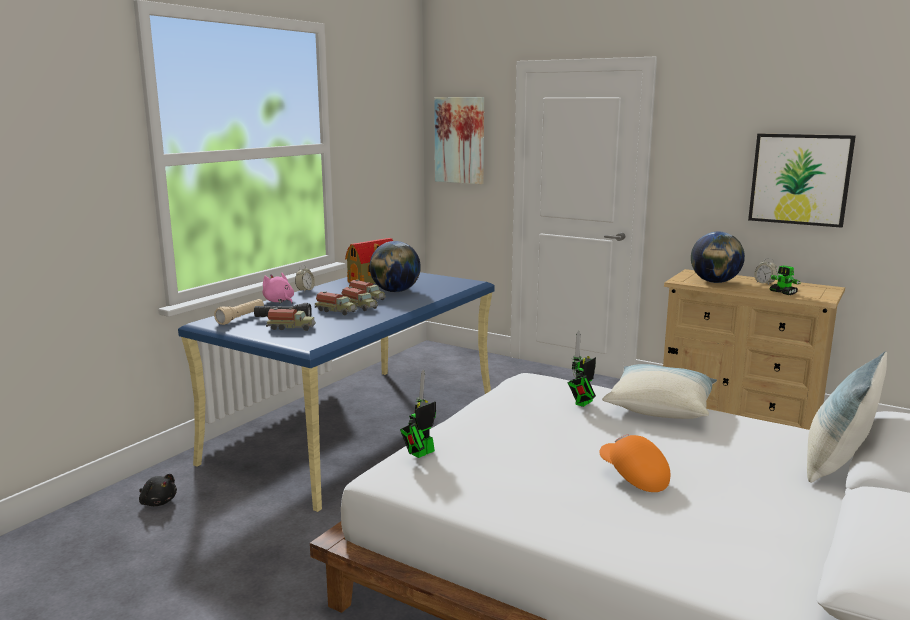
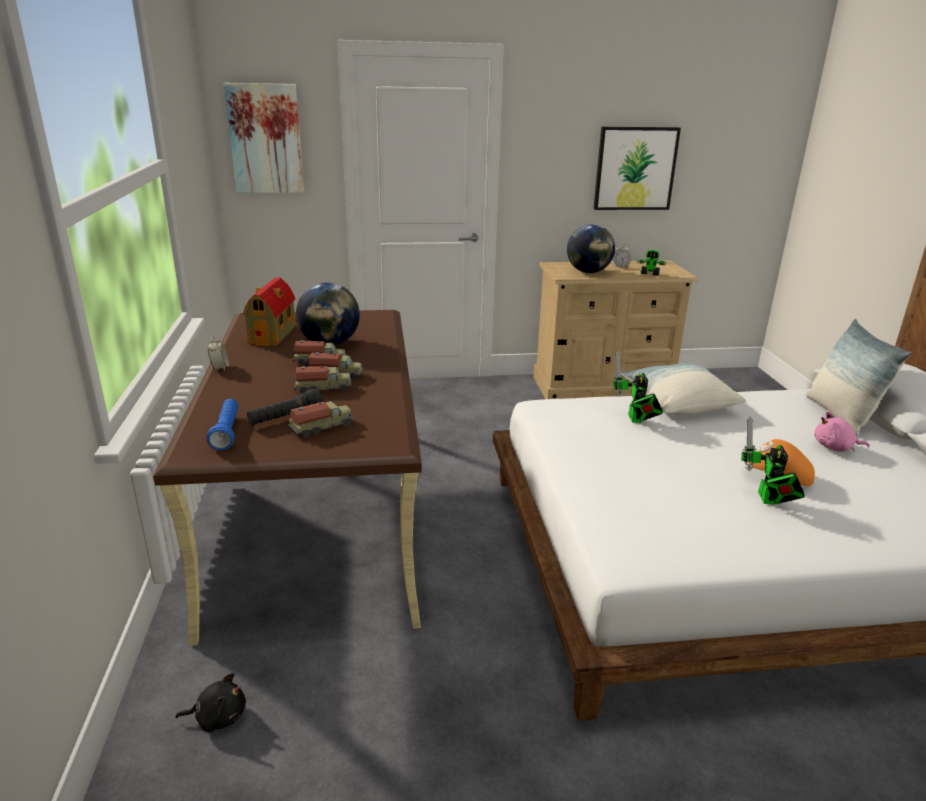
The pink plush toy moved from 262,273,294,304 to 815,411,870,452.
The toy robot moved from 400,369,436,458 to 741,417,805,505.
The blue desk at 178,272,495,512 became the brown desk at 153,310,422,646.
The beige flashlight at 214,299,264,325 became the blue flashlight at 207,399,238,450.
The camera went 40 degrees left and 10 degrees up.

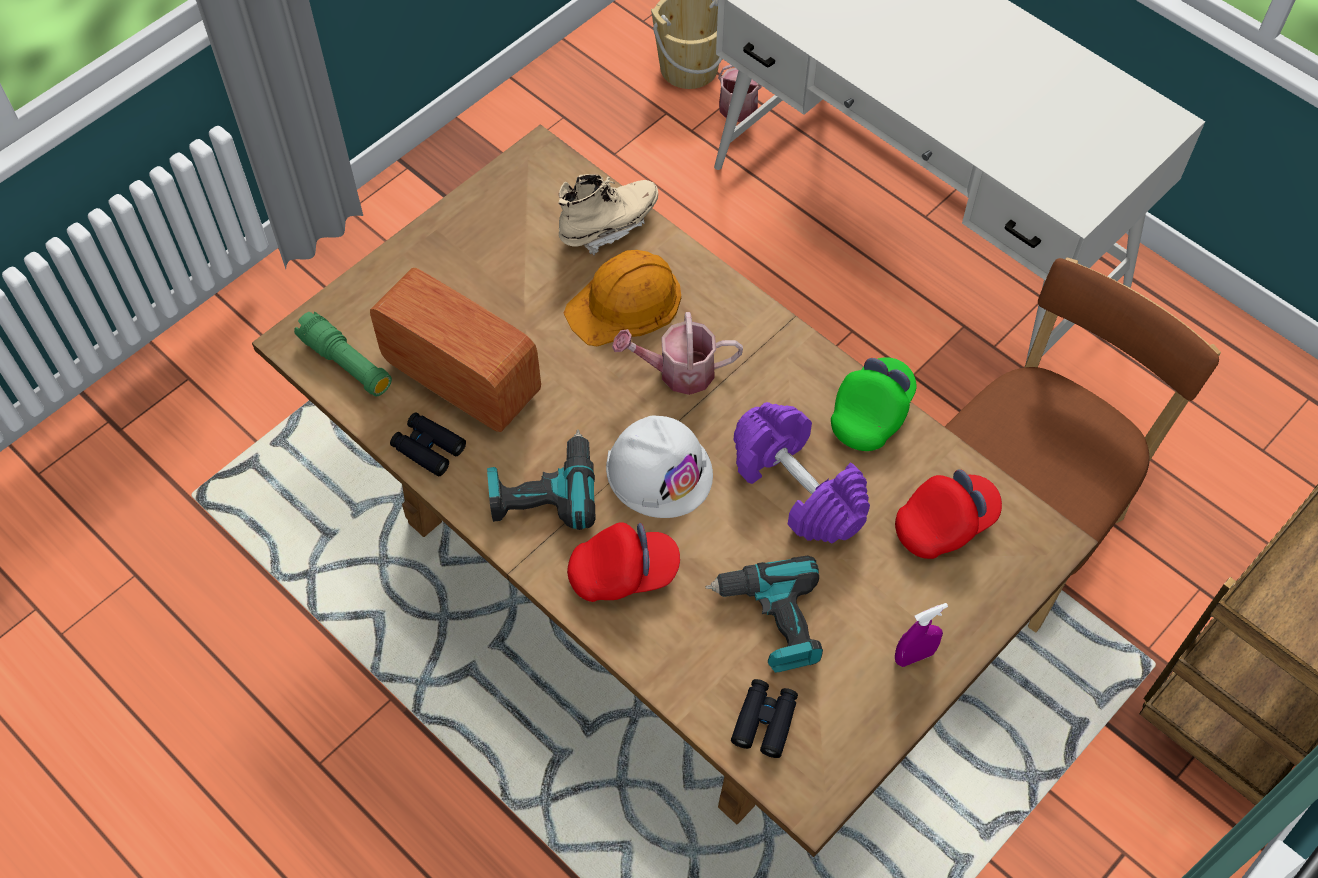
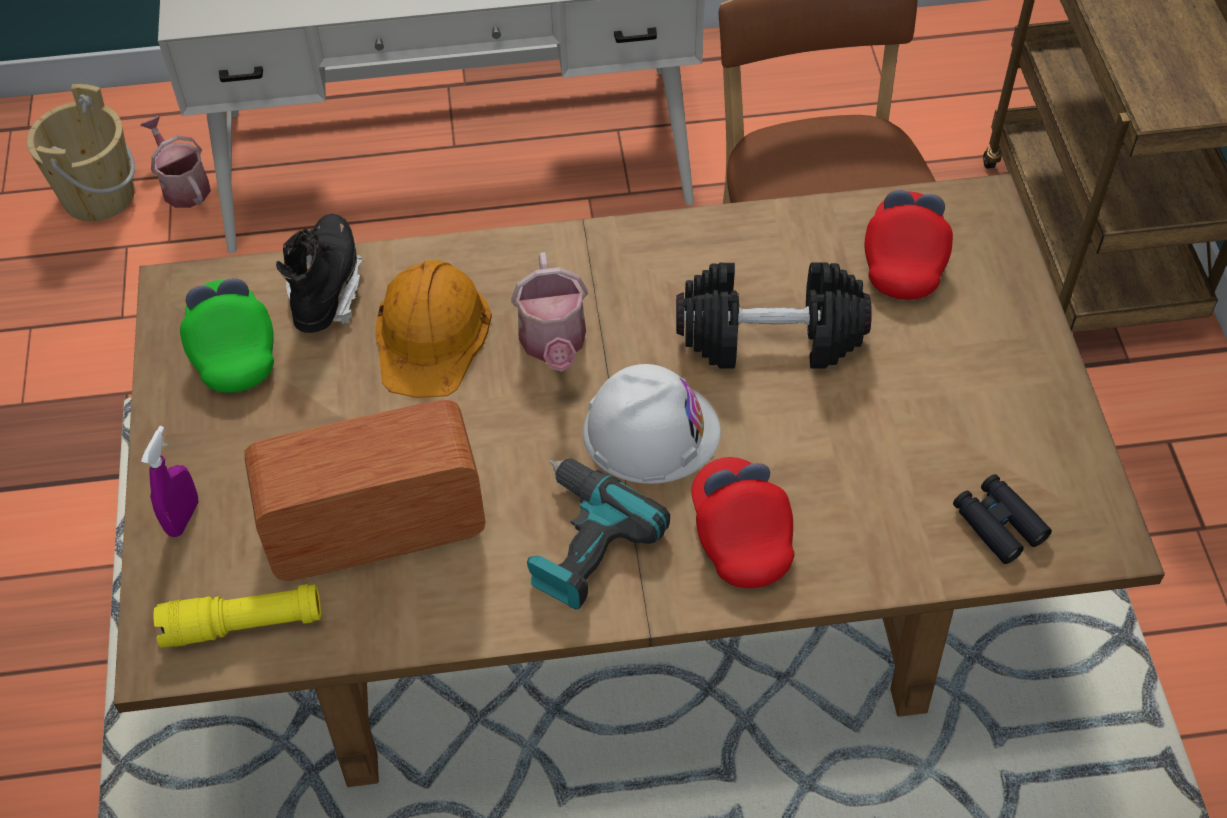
The black binoculars at 390,412,466,476 disappeared.
The power drill at 705,556,823,673 disappeared.
The green cap moved from 831,357,916,451 to 180,278,274,393.
The purple spray bottle moved from 895,603,948,667 to 141,426,198,537.
The green flashlight at 294,312,392,396 became the yellow flashlight at 153,584,321,648.
The beige boot at 558,174,658,255 became the black boot at 276,214,363,333.
The purple dumbbell at 734,402,870,544 became the black dumbbell at 676,262,872,369.
The red cap at 567,522,680,602 turned 45 degrees counterclockwise.
The watering can at 612,312,743,395 turned 45 degrees counterclockwise.
The camera went 50 degrees left and 5 degrees down.

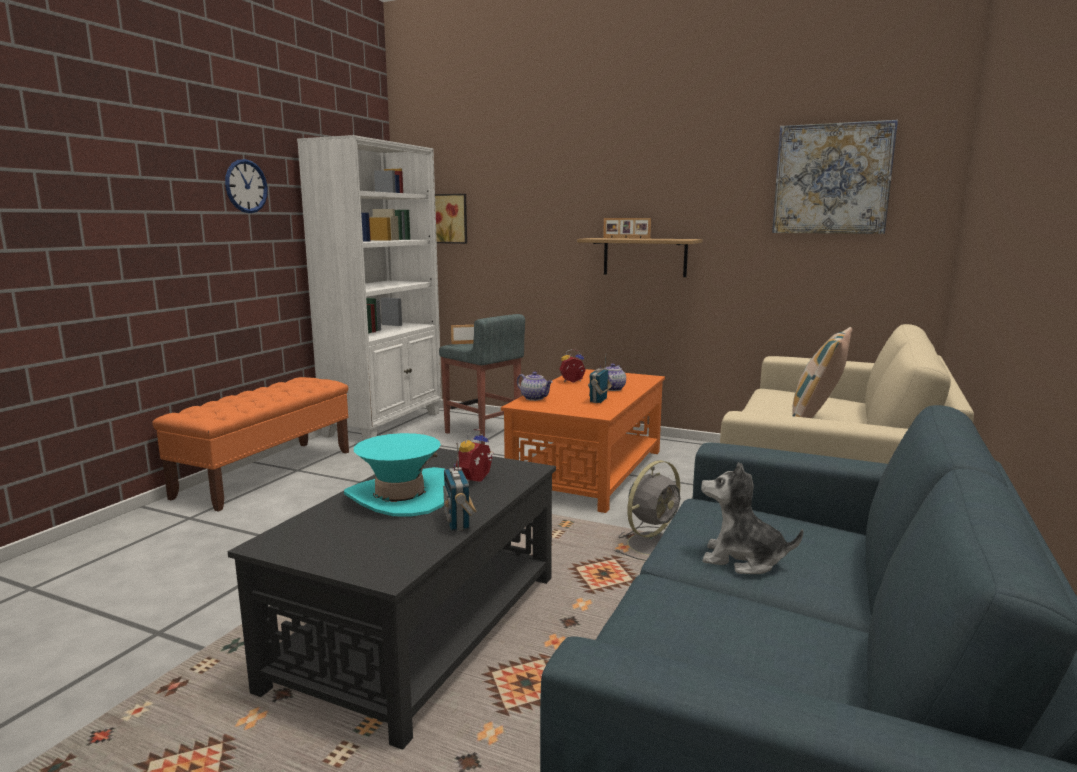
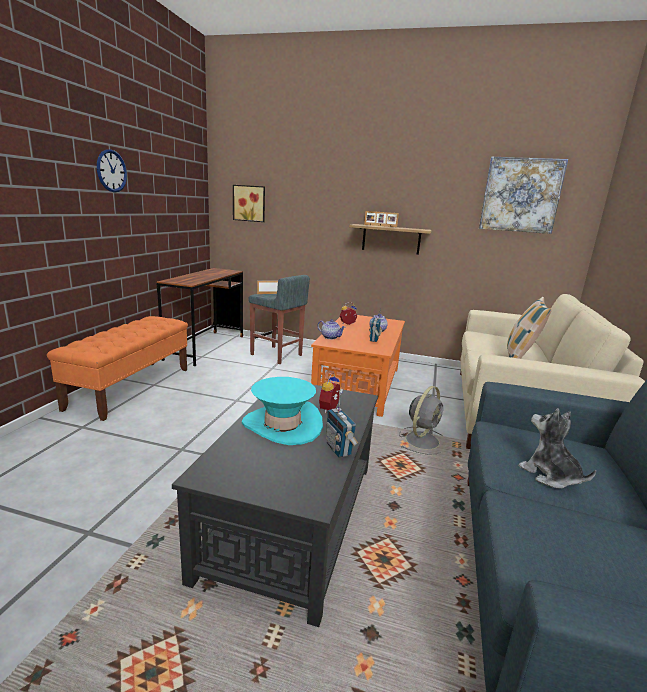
The white bookcase at 297,135,442,440 was replaced by the brown desk at 157,268,243,366.
The plush toy at 701,462,803,574 turned 45 degrees clockwise.
The camera went 10 degrees left and 5 degrees up.

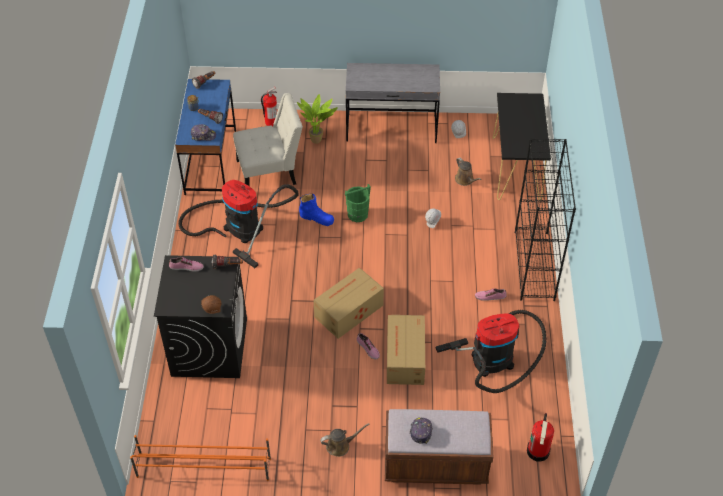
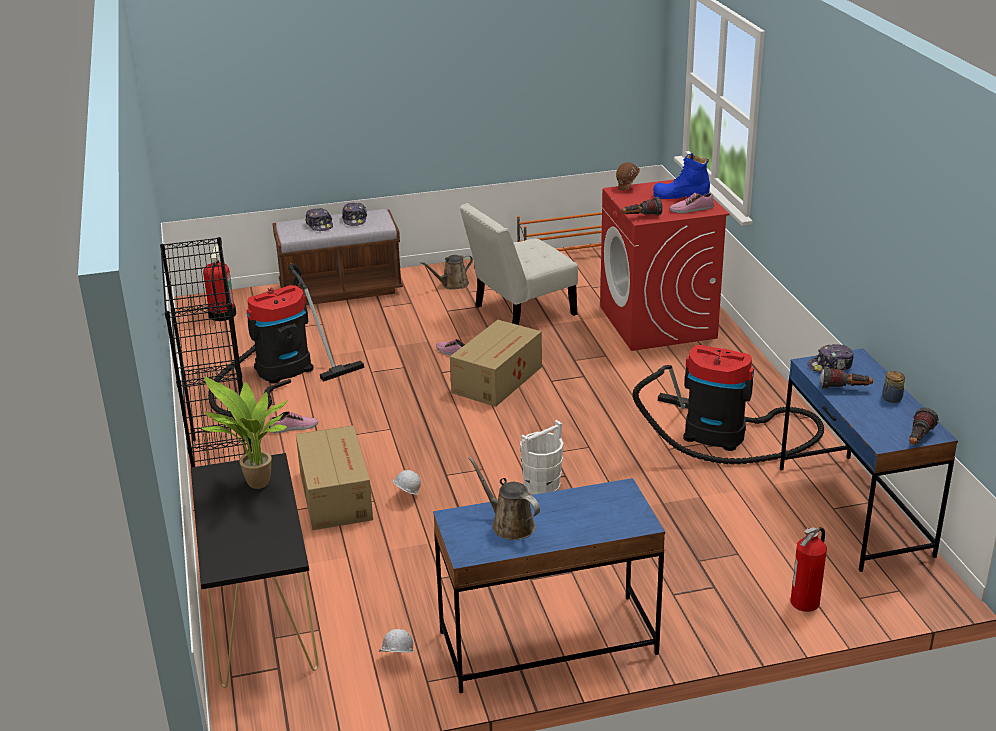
The cap at 305,208,333,231 appeared.
The white chair moved from 233,93,303,186 to 460,203,578,325.
The potted plant moved from 297,94,338,144 to 200,376,289,489.
The blue boot moved from 299,194,334,226 to 653,153,710,199.
The cardboard box moved from 387,315,425,385 to 296,425,373,530.
The brown watering can moved from 455,157,481,186 to 468,457,540,540.
The black washing machine at 154,255,247,378 became the red washing machine at 600,180,729,351.
The green bucket at 345,184,371,222 became the white bucket at 520,420,564,495.
The grey desk at 346,63,440,143 became the blue desk at 433,478,665,693.
The camera went 165 degrees right and 20 degrees down.

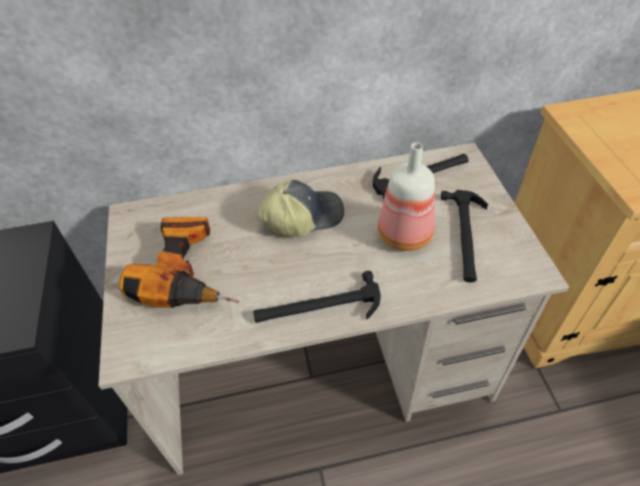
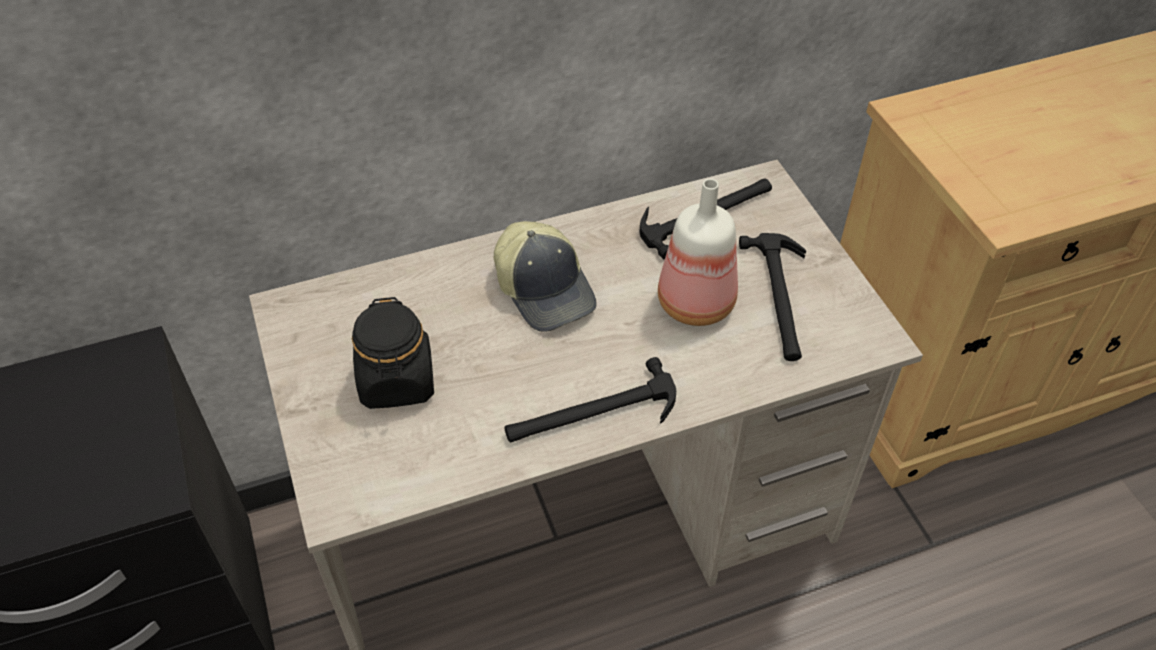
The power drill at 119,217,239,308 was replaced by the black jar at 352,297,434,409.
The cap at 257,179,344,237 turned 90 degrees clockwise.
The camera went 10 degrees left and 0 degrees up.

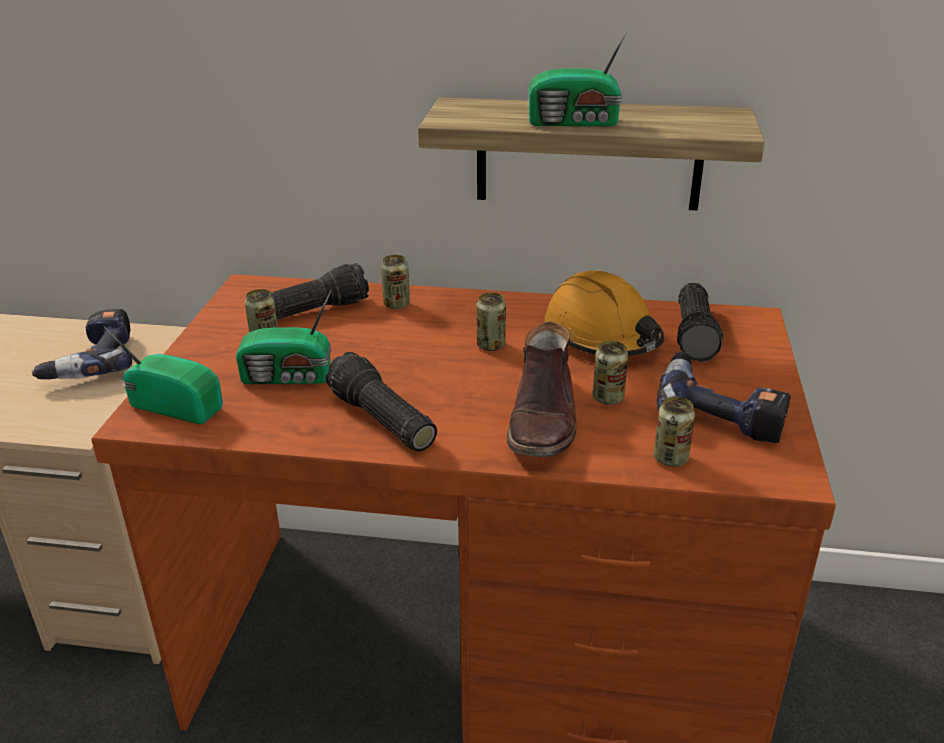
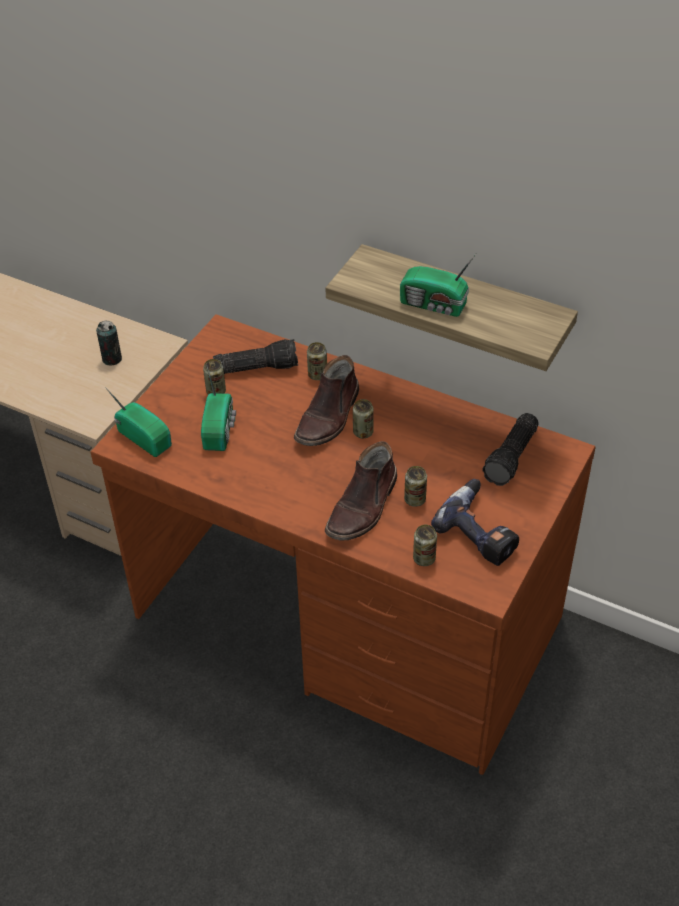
The flashlight at 326,352,437,452 disappeared.
The orange hard hat at 545,270,664,356 disappeared.
The brown boot at 294,355,359,446 appeared.
The power drill at 32,309,132,380 was replaced by the can at 96,320,122,365.
The radio at 236,290,331,384 turned 105 degrees counterclockwise.
The camera went 20 degrees right and 15 degrees up.

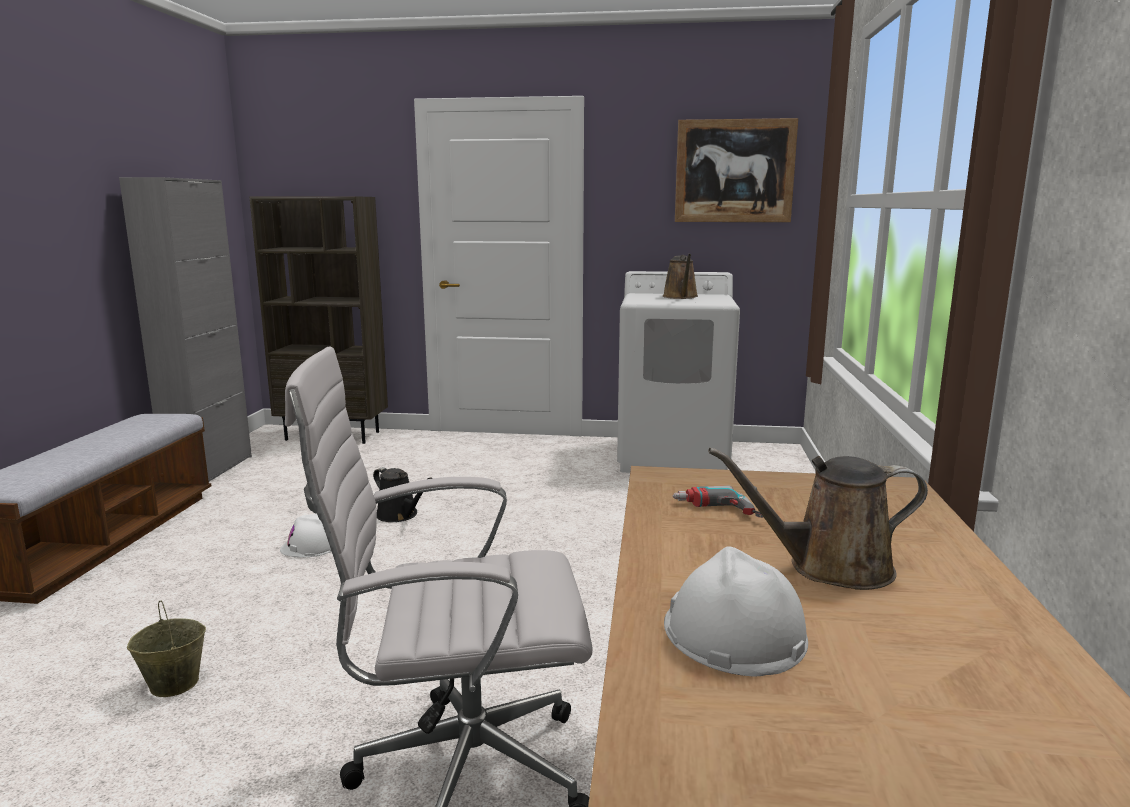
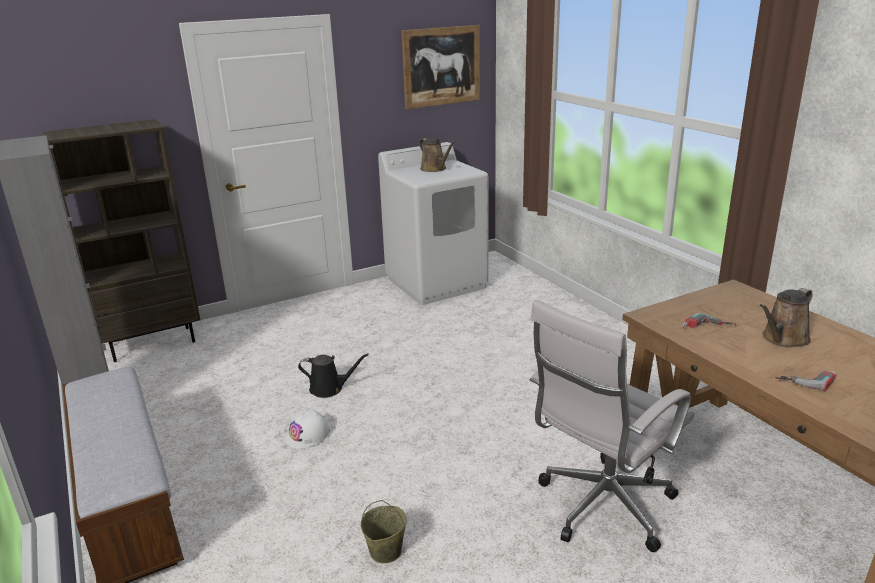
The white hard hat at 664,546,808,677 was replaced by the power drill at 775,371,836,392.
The camera went 35 degrees left and 10 degrees up.

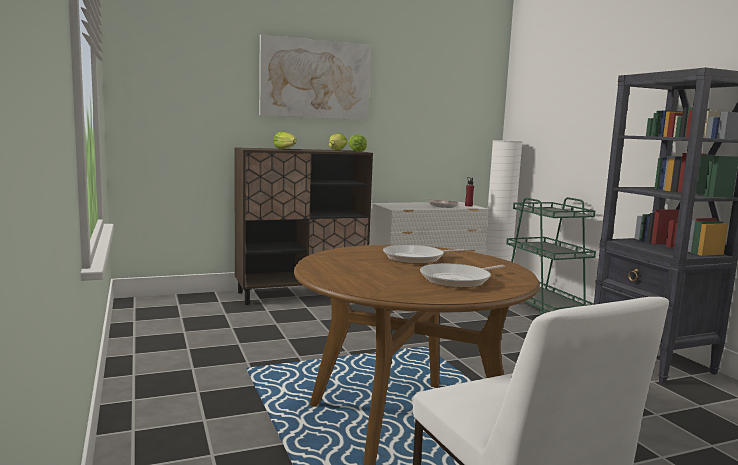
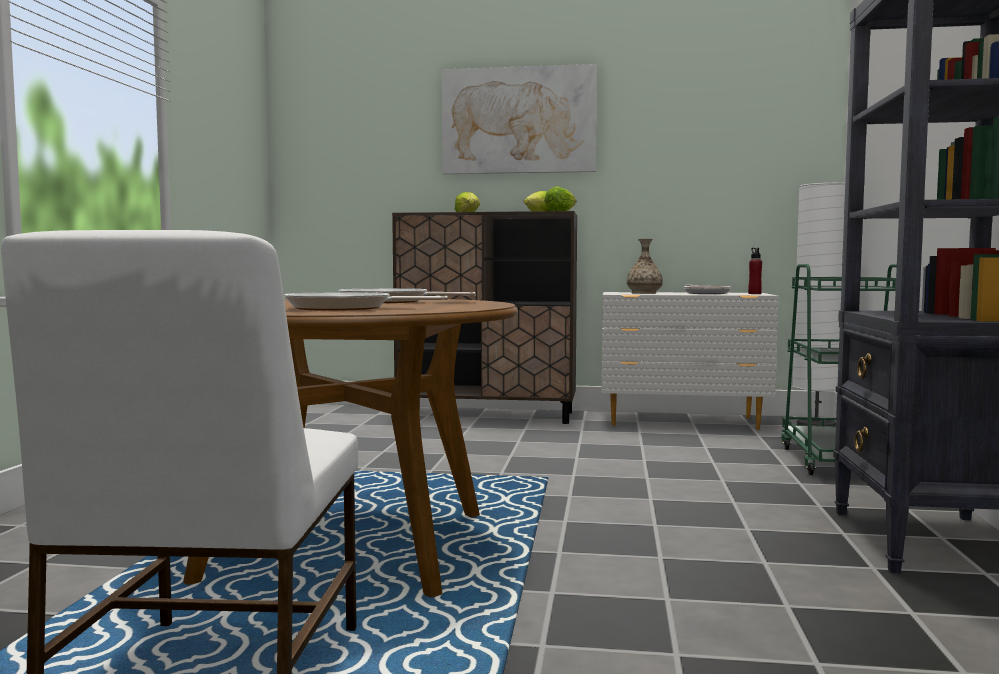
The vase at 627,239,663,294 appeared.
The camera went 30 degrees right and 5 degrees down.

